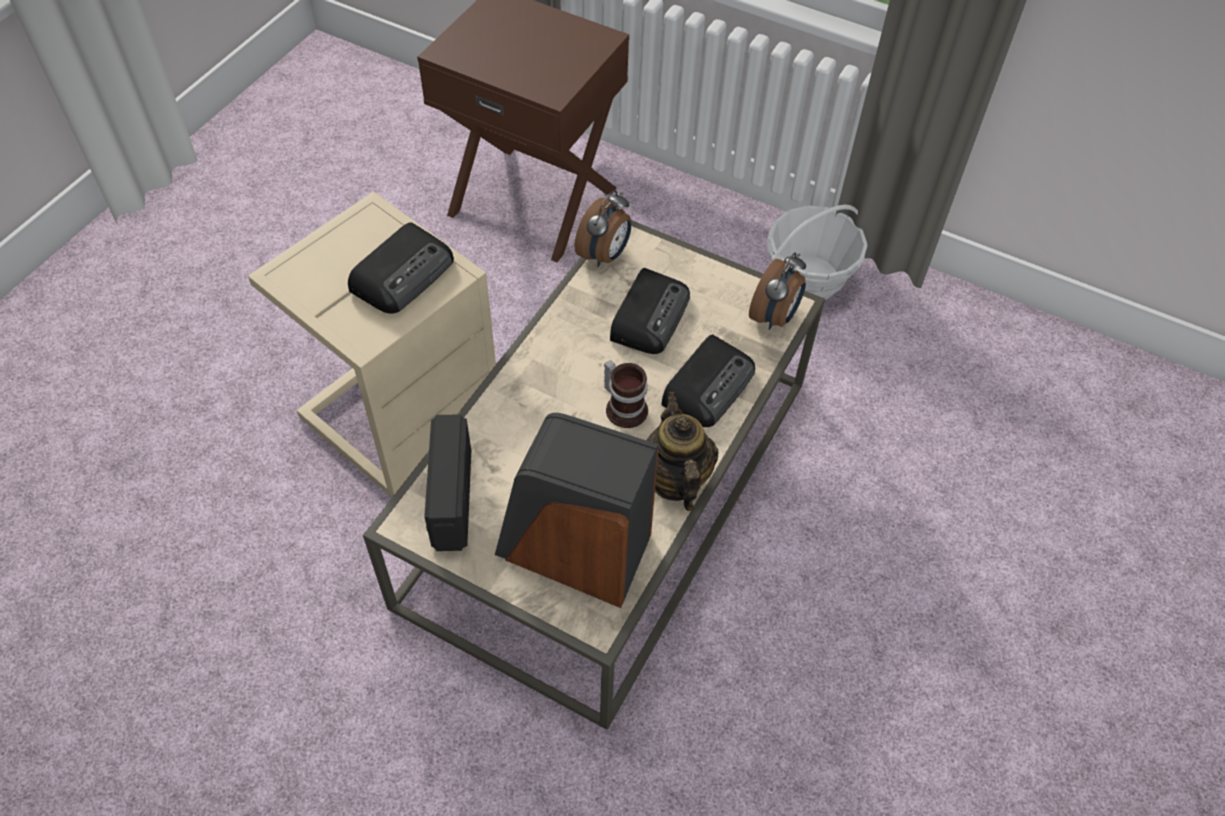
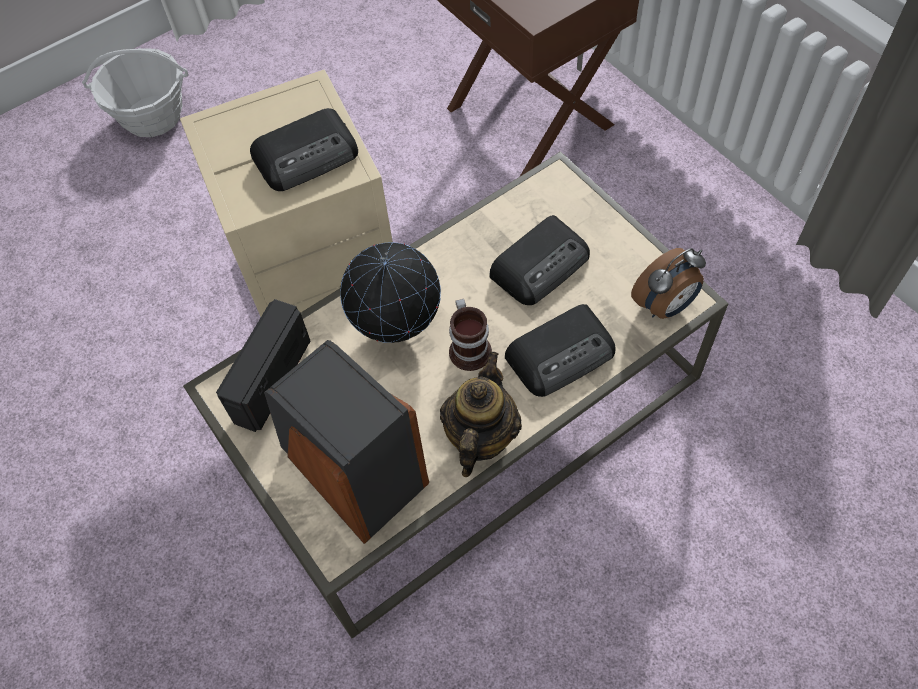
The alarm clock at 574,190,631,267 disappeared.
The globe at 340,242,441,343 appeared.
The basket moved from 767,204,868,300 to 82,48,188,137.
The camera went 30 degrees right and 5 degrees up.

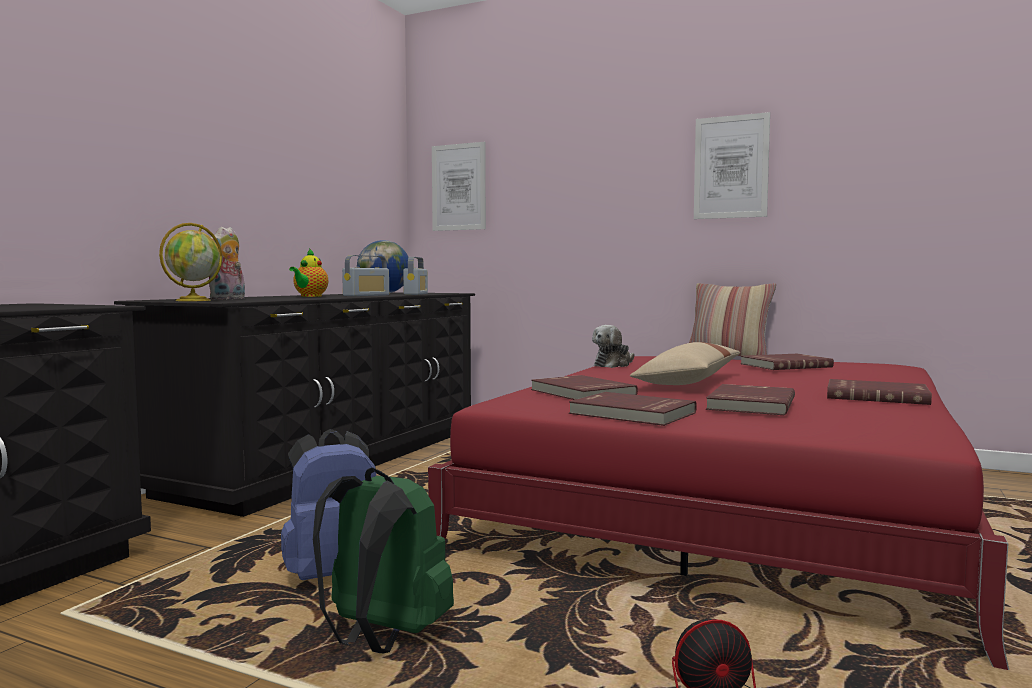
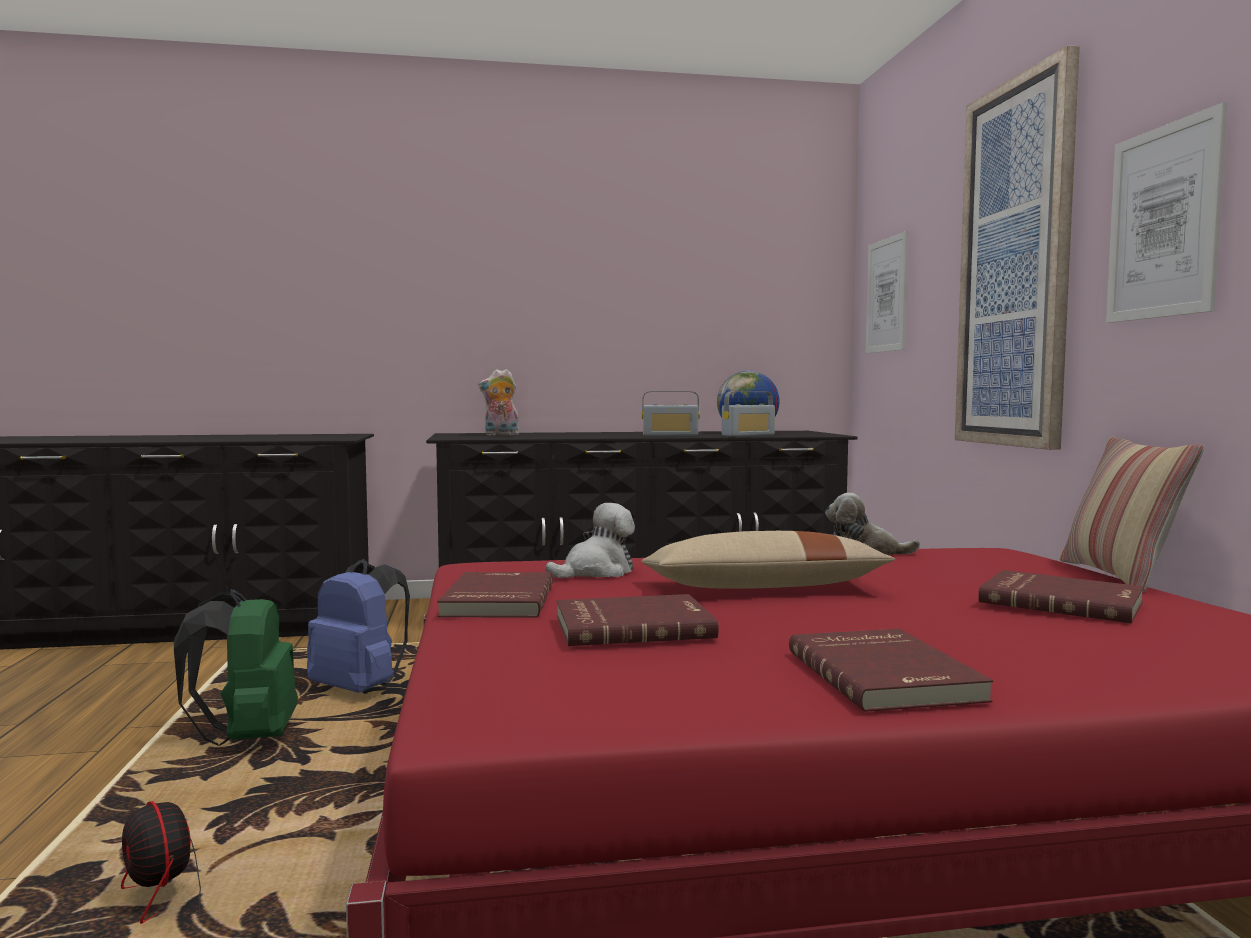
The globe at 159,223,222,301 disappeared.
The teapot at 289,248,328,297 disappeared.
The picture at 955,45,1080,450 appeared.
The red book at 531,375,638,400 was replaced by the plush toy at 545,503,635,578.
The camera went 55 degrees right and 0 degrees up.

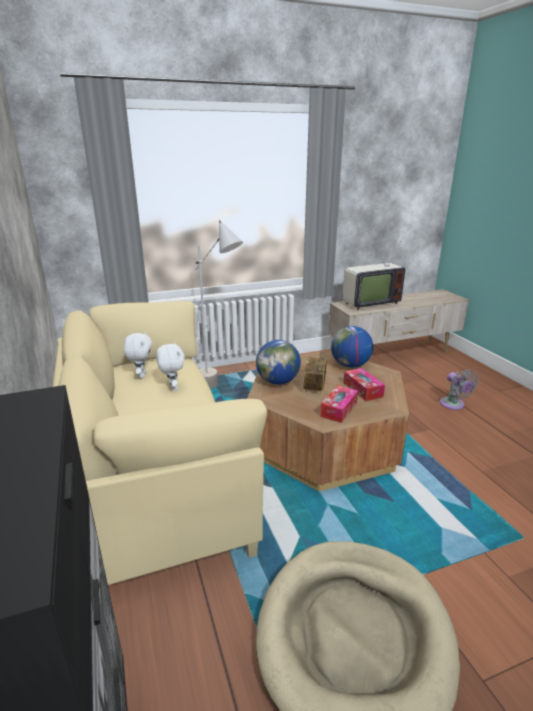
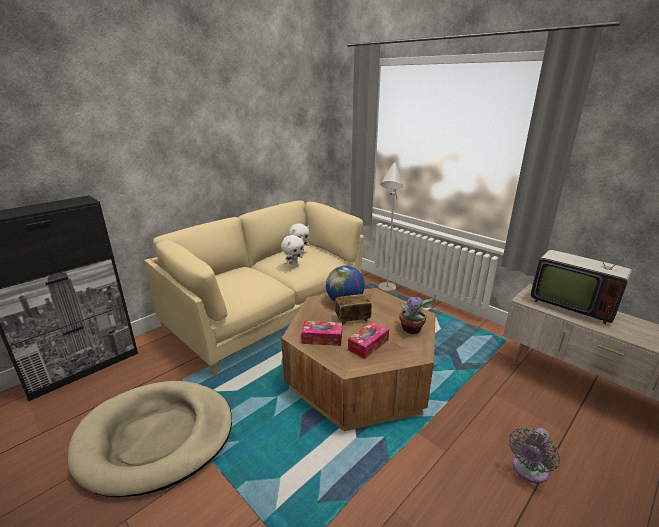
The globe at 331,326,373,368 was replaced by the potted plant at 399,293,436,334.
The camera went 65 degrees right and 0 degrees up.

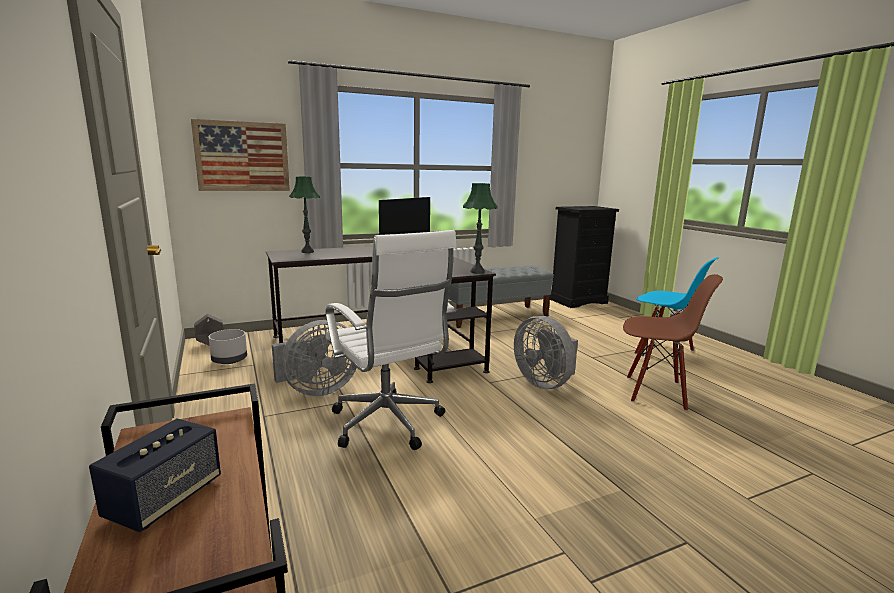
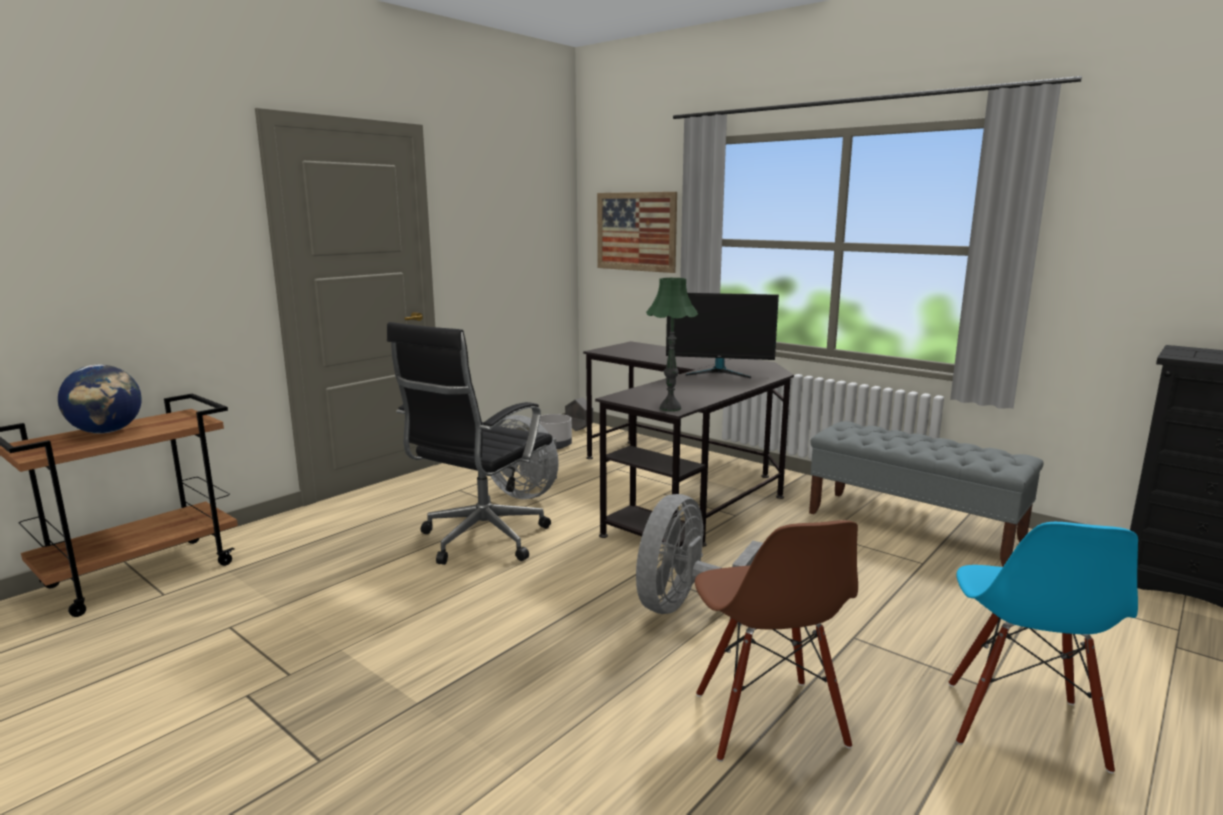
The green table lamp at 289,177,320,253 disappeared.
The speaker at 89,419,221,532 was replaced by the globe at 58,364,141,433.
The white office chair at 325,230,456,450 became the black office chair at 387,322,552,565.
The camera went 65 degrees right and 0 degrees up.

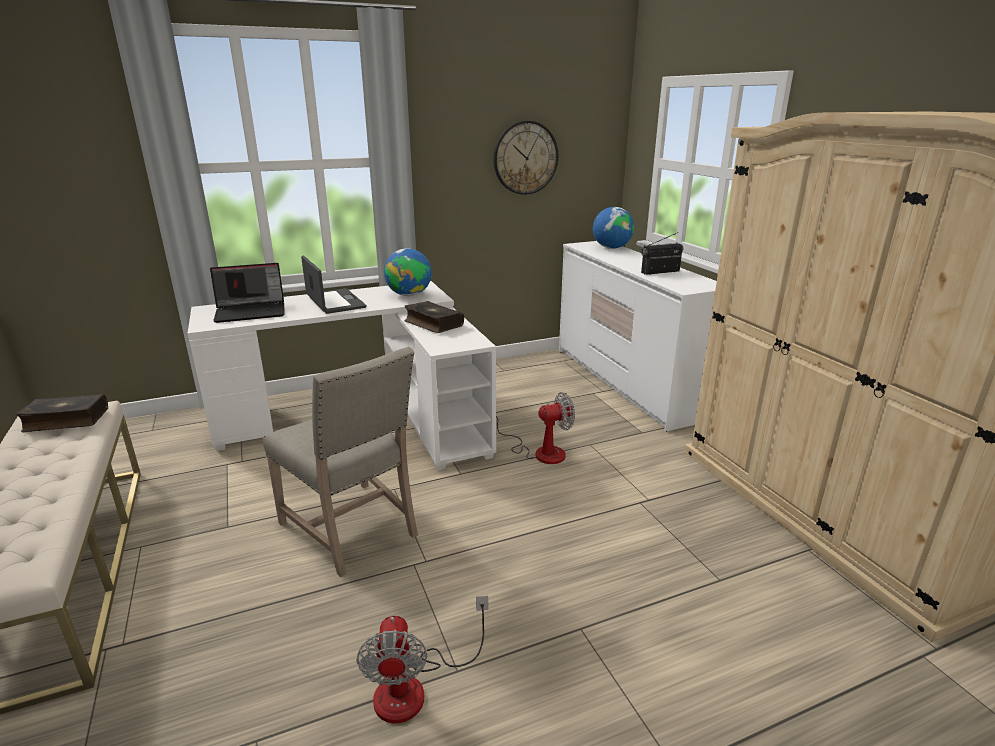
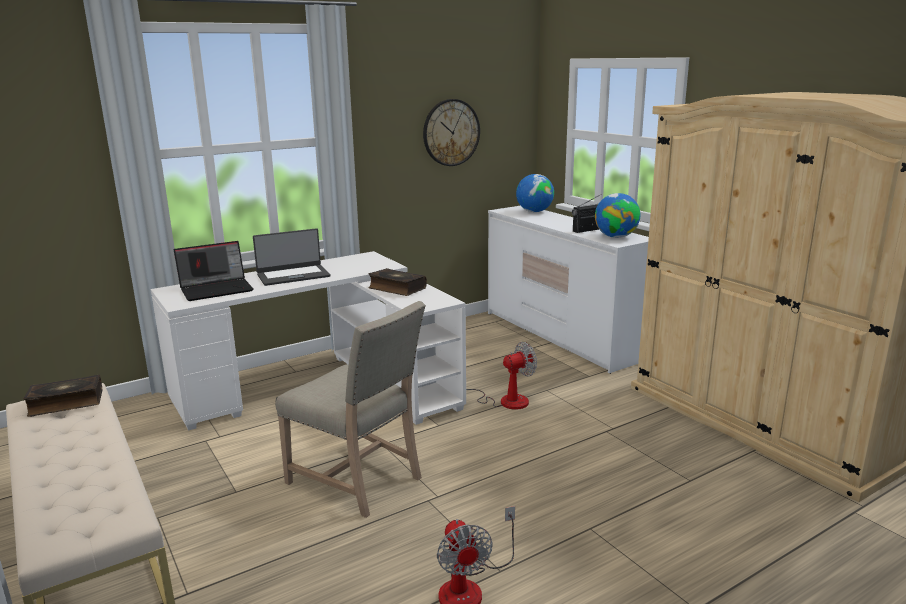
The globe moved from 384,248,432,296 to 595,193,640,238.
The laptop at 301,255,366,314 turned 105 degrees clockwise.
The camera went 10 degrees left and 5 degrees down.

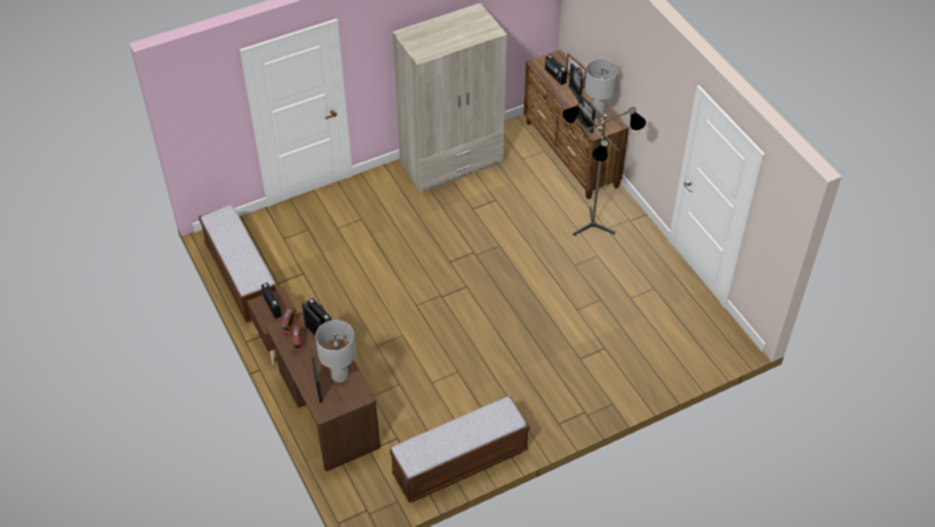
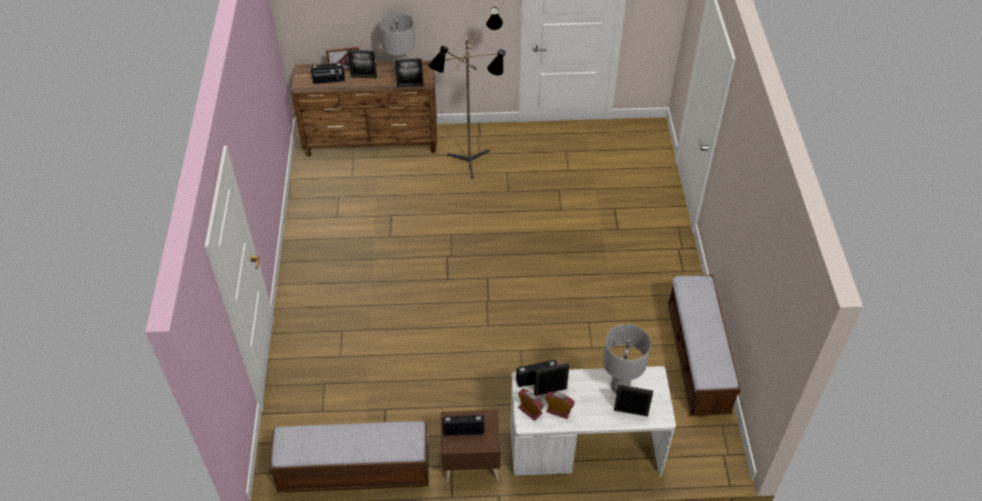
The beige wardrobe at 392,3,507,194 disappeared.
The brown desk at 267,305,380,471 became the white desk at 510,366,676,476.
The camera went 65 degrees left and 0 degrees up.

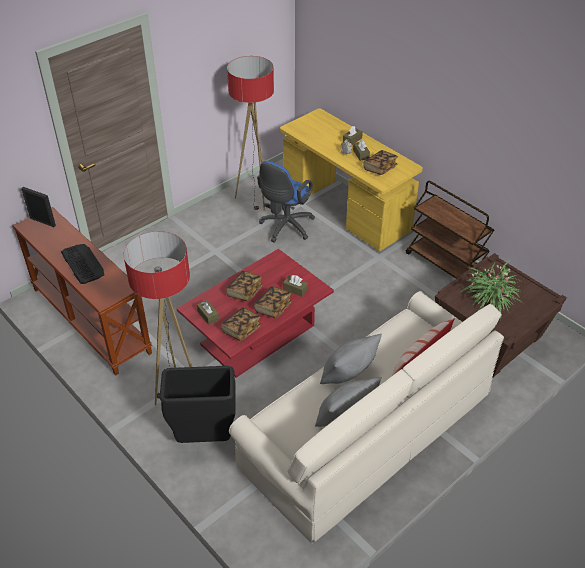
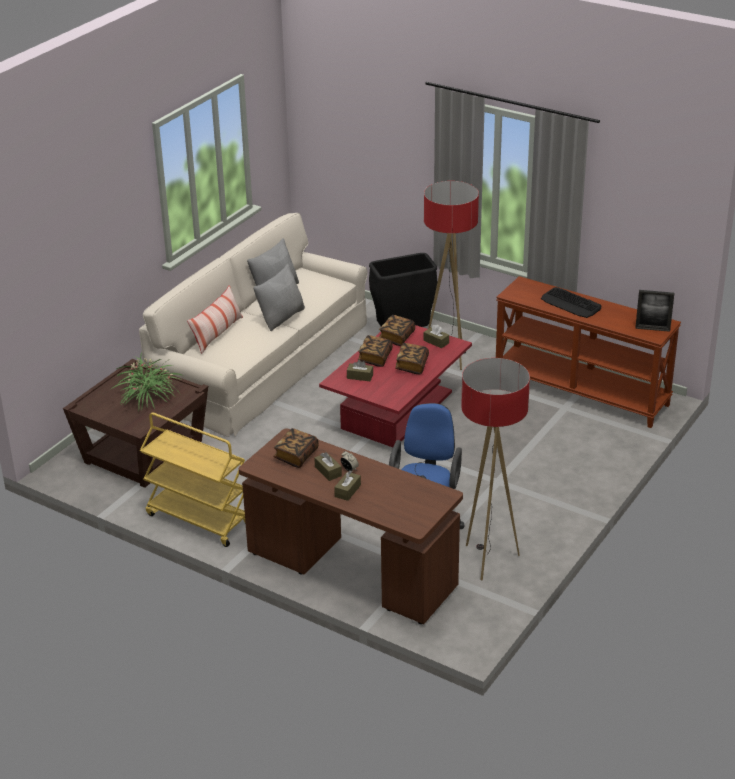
The yellow desk at 280,108,423,251 became the brown desk at 239,428,463,624.
The brown cart at 406,181,494,278 became the yellow cart at 140,412,246,547.
The camera went 165 degrees right and 10 degrees down.

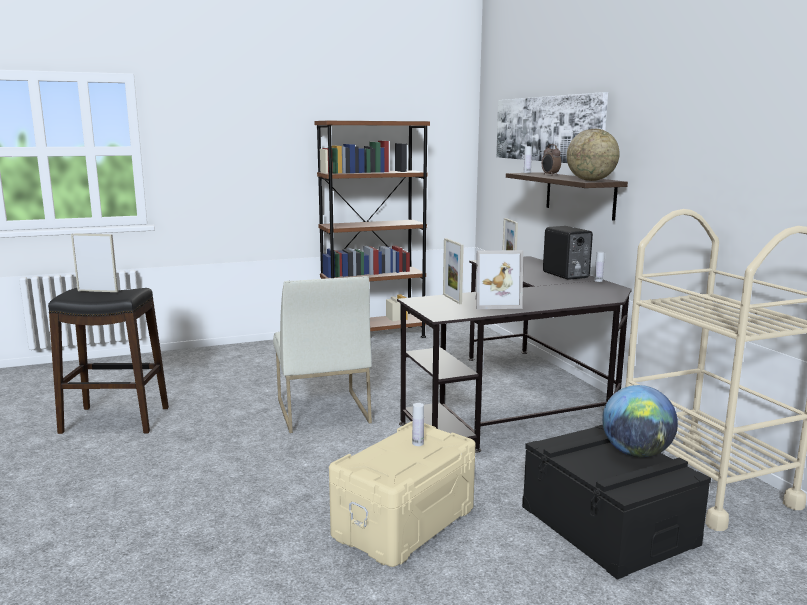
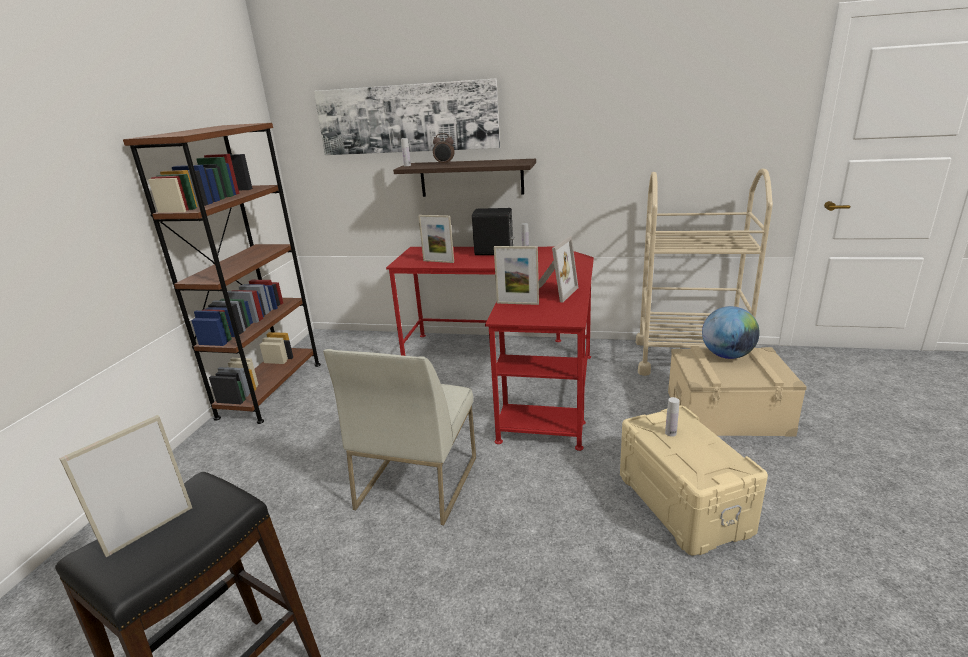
The globe at 567,129,620,181 disappeared.
The black desk at 397,256,632,453 became the red desk at 386,247,594,451.
The black storage box at 522,425,711,580 became the beige storage box at 668,346,807,437.
The white chair at 273,276,372,433 turned 90 degrees clockwise.
The camera went 55 degrees left and 10 degrees up.

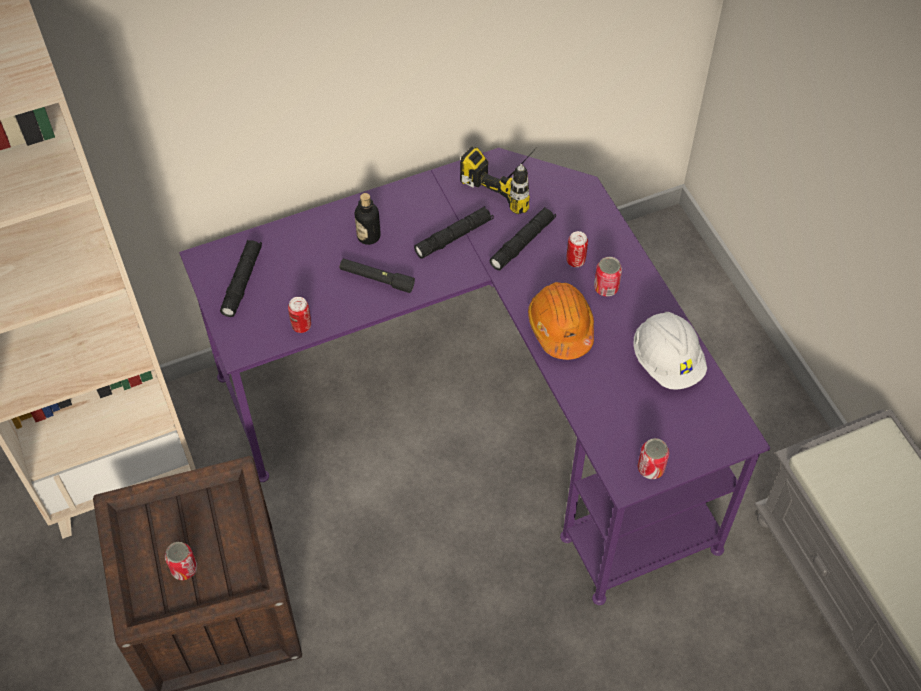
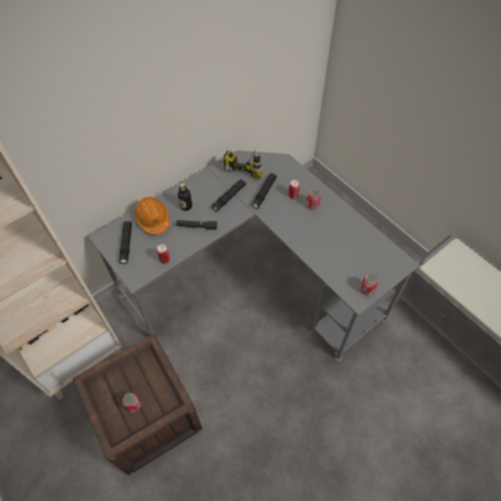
The white hard hat at 633,312,707,390 disappeared.
The orange hard hat moved from 528,282,594,360 to 135,197,170,235.
The purple desk at 179,148,770,605 became the grey desk at 88,150,420,362.
The camera went 15 degrees left and 0 degrees up.

